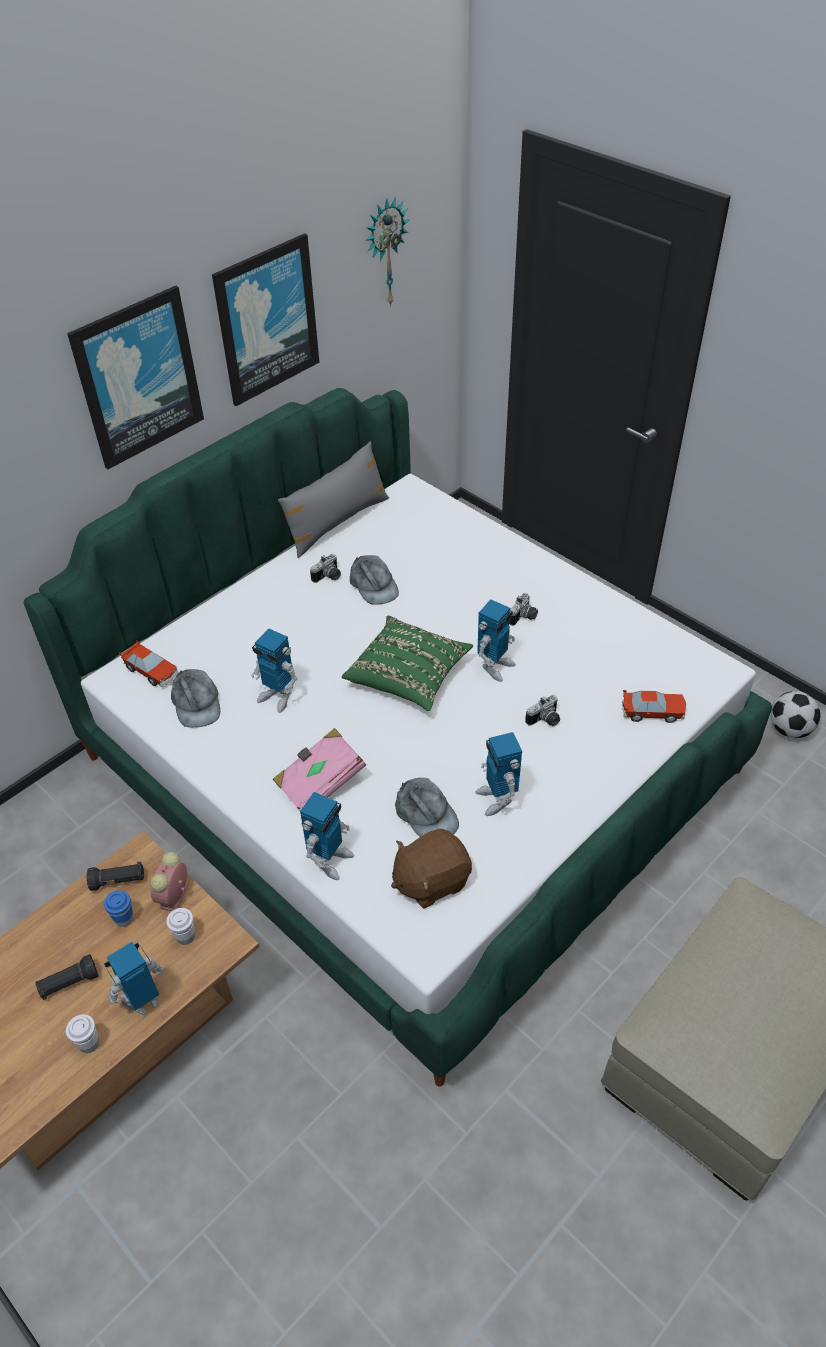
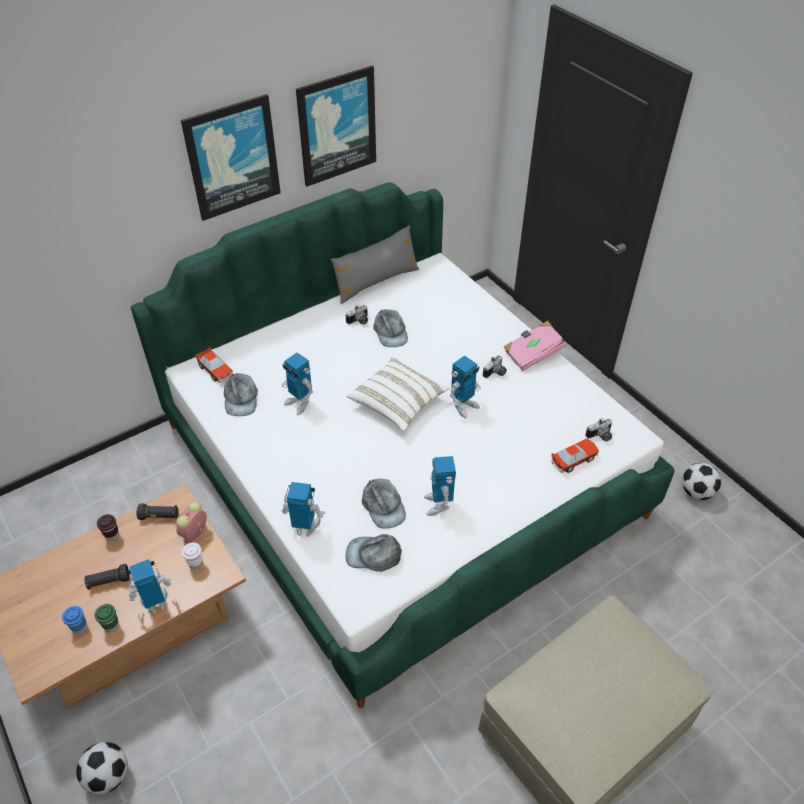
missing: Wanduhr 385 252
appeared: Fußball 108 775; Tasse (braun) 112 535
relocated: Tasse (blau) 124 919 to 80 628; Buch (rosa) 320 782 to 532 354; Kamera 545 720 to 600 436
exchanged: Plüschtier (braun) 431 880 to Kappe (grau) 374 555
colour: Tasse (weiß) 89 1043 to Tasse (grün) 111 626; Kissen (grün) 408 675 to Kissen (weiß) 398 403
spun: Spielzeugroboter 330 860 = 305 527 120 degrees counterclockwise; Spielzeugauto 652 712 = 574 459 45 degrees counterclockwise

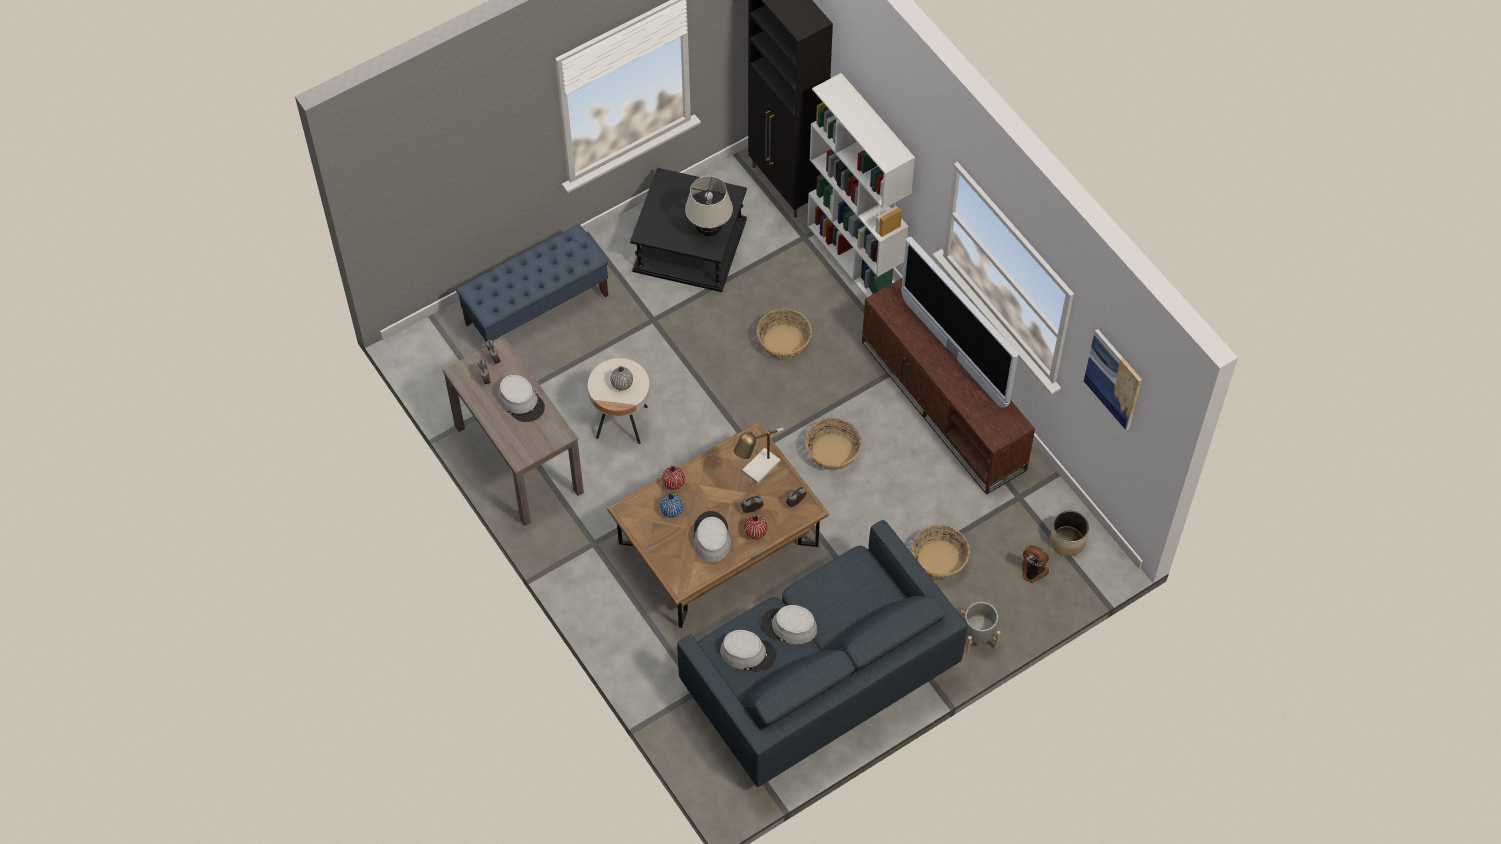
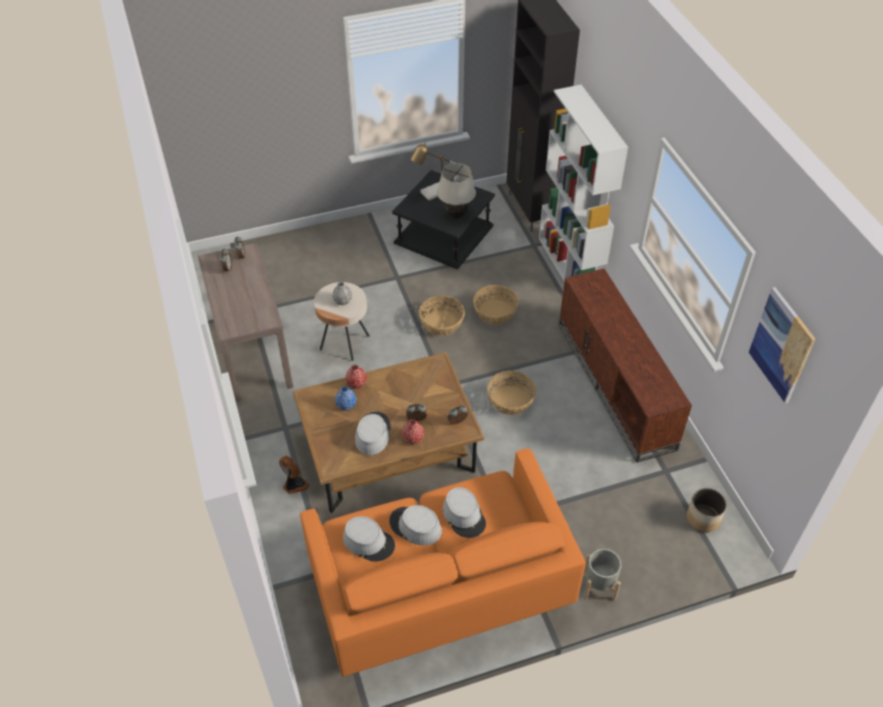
missing: Bank (blau) 537 309; Fernseher 954 352
relocated: Hut (grau) 521 401 to 464 516; Tischlampe 758 470 to 432 193; Korb 938 559 to 441 323; Ventilator 1032 572 to 294 485
colour: Sofa (blau) 818 677 to Sofa (orange) 439 586

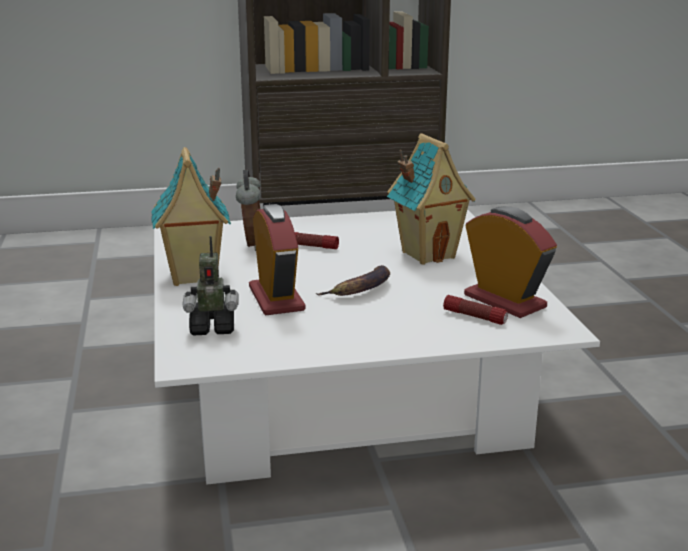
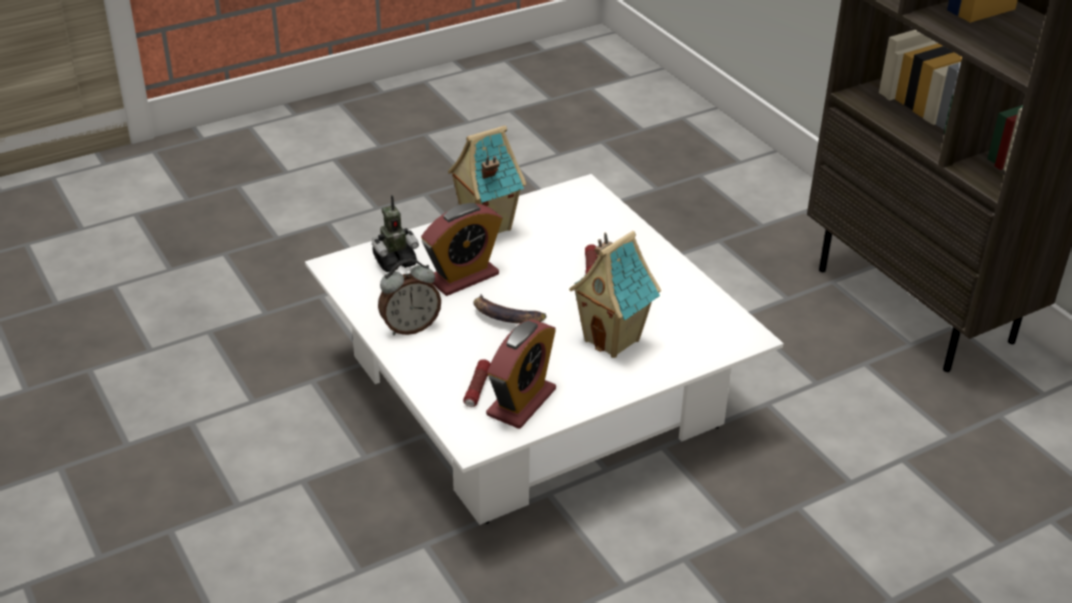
relocated: Wecker 251 244 to 410 327
spun: Spielzeugroboter 212 328 = 394 261 90 degrees counterclockwise

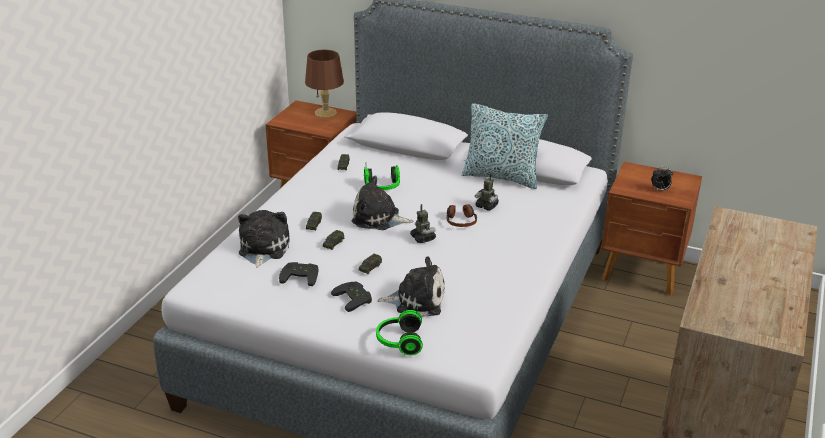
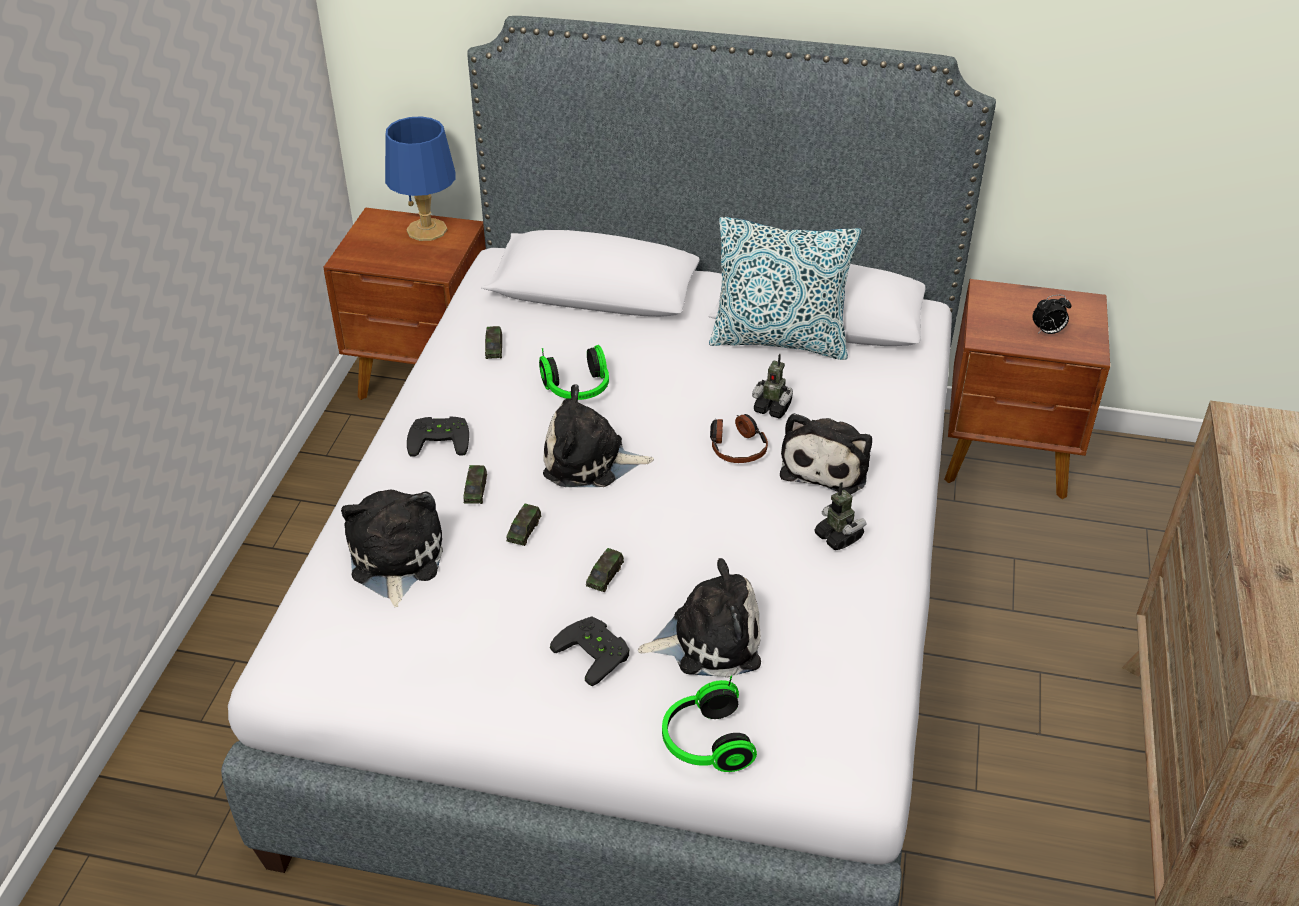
appeared: Plüschtier 827 464
relocated: Gamepad (schwarz) 301 275 to 440 438; Spielzeugroboter 423 238 to 838 537
colour: Tischlampe (braun) 326 113 to Tischlampe (blau) 428 230

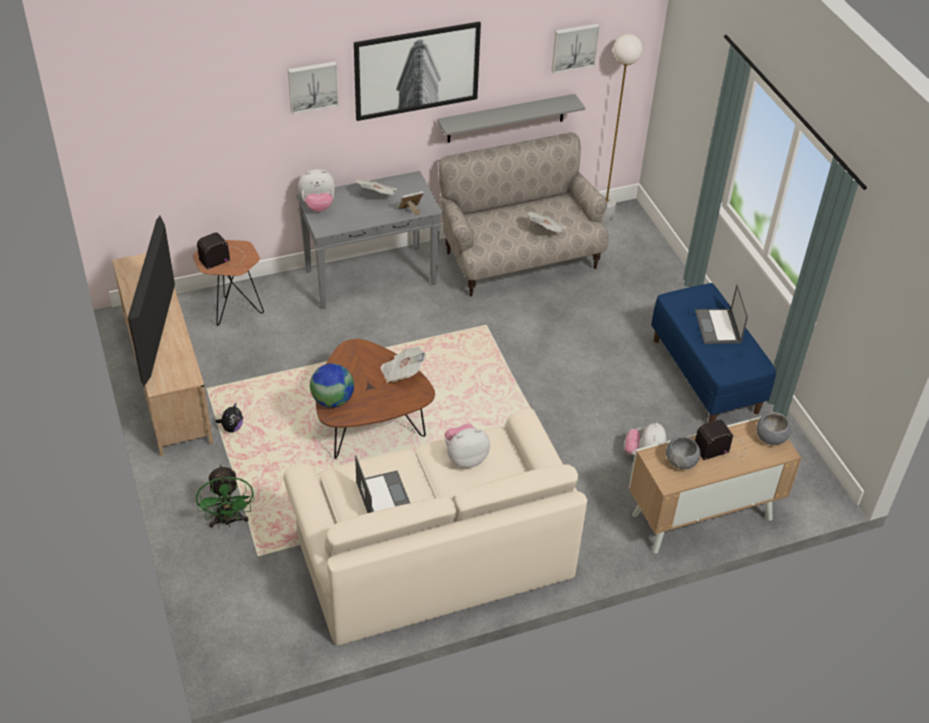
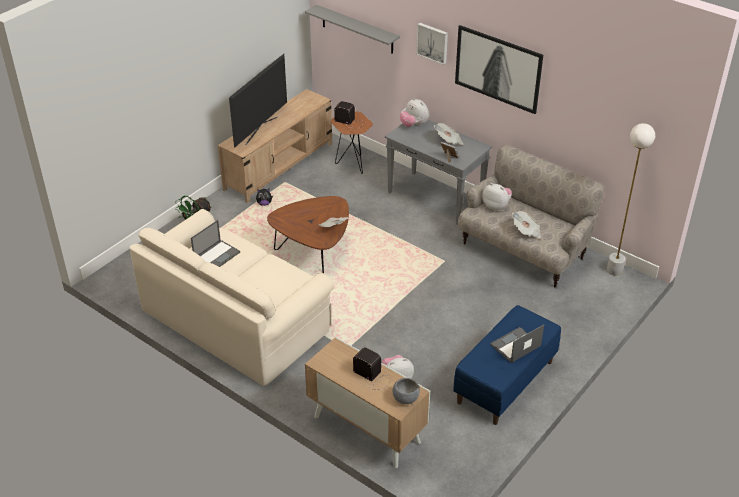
missing: Globus 332 400; Bild 574 47; Schüssel (grau) 681 461
relocated: Wandregal (grau) 506 118 to 357 29; Plüschtier 465 458 to 496 206
spun: Fernseher 160 341 = 261 130 150 degrees clockwise

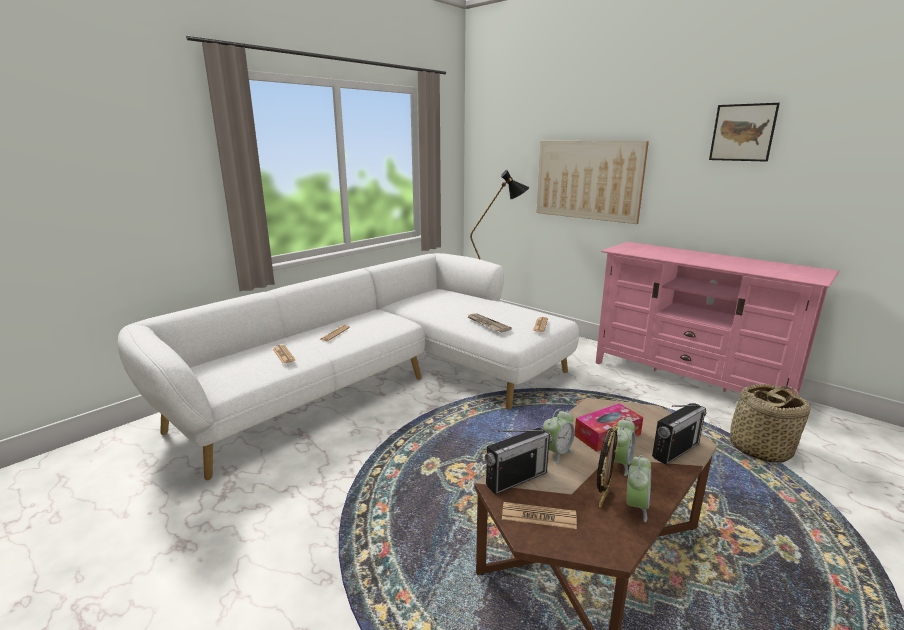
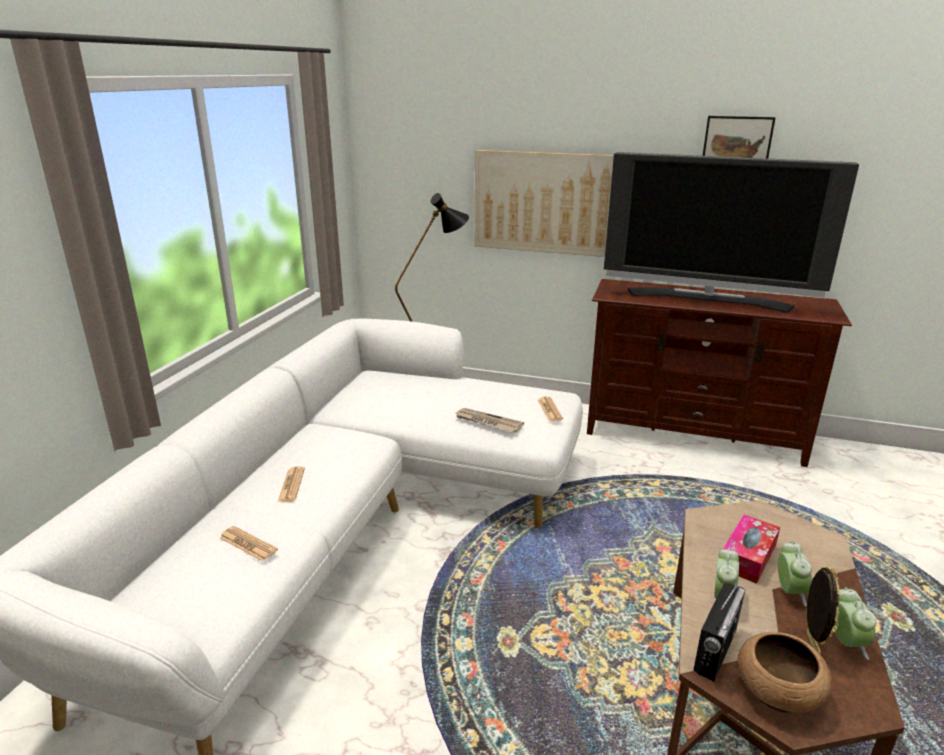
missing: Radio 675 450; Korb 759 448
appeared: Fernseher 708 299
exchanged: Zeitung 538 516 to Schüssel (braun) 777 693
colour: Fernsehschrank (rosa) 689 380 to Fernsehschrank (braun) 693 435

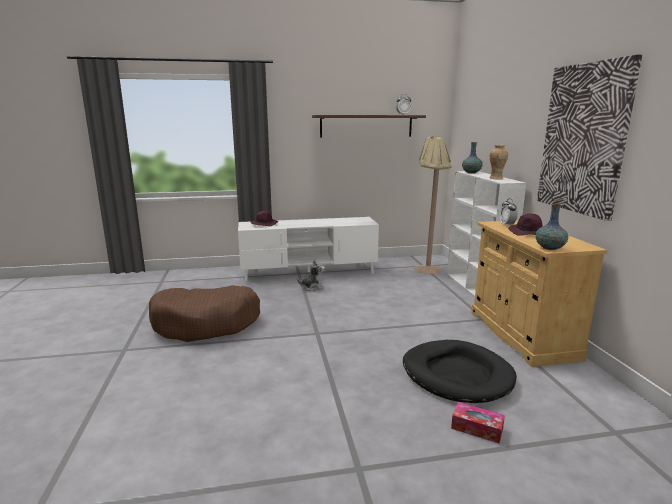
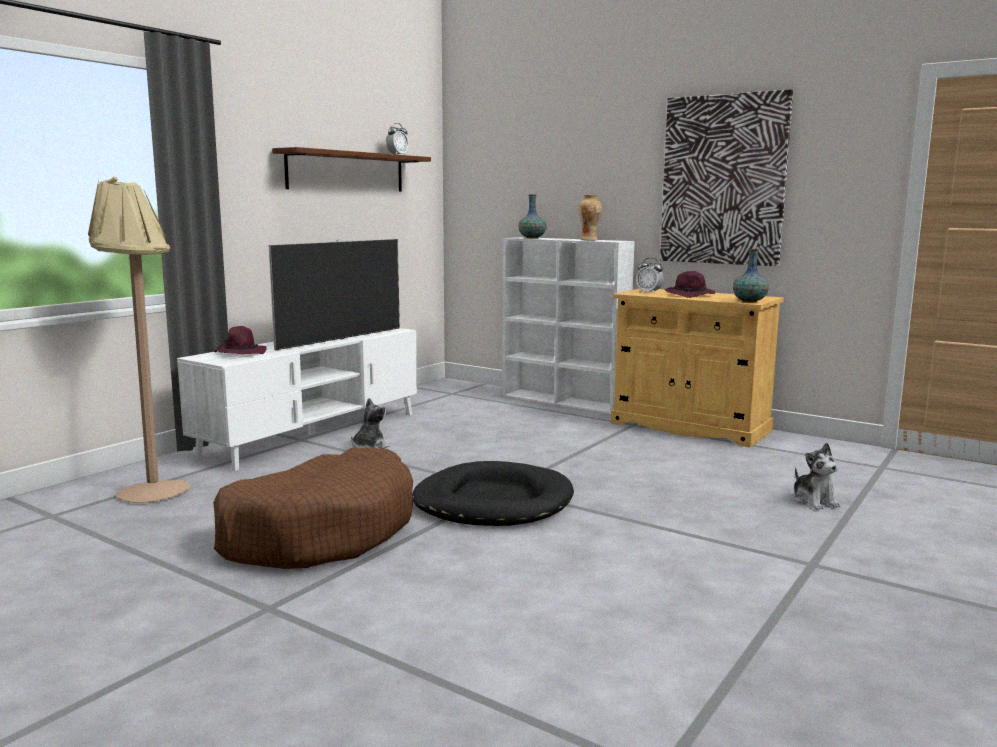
appeared: Fernseher 341 339
relocated: Hundebett (schwarz) 456 374 to 493 502; Stehlampe (beige) 429 267 to 153 487
exchanged: Taschentuchbox 477 428 to Plüschtier 814 501

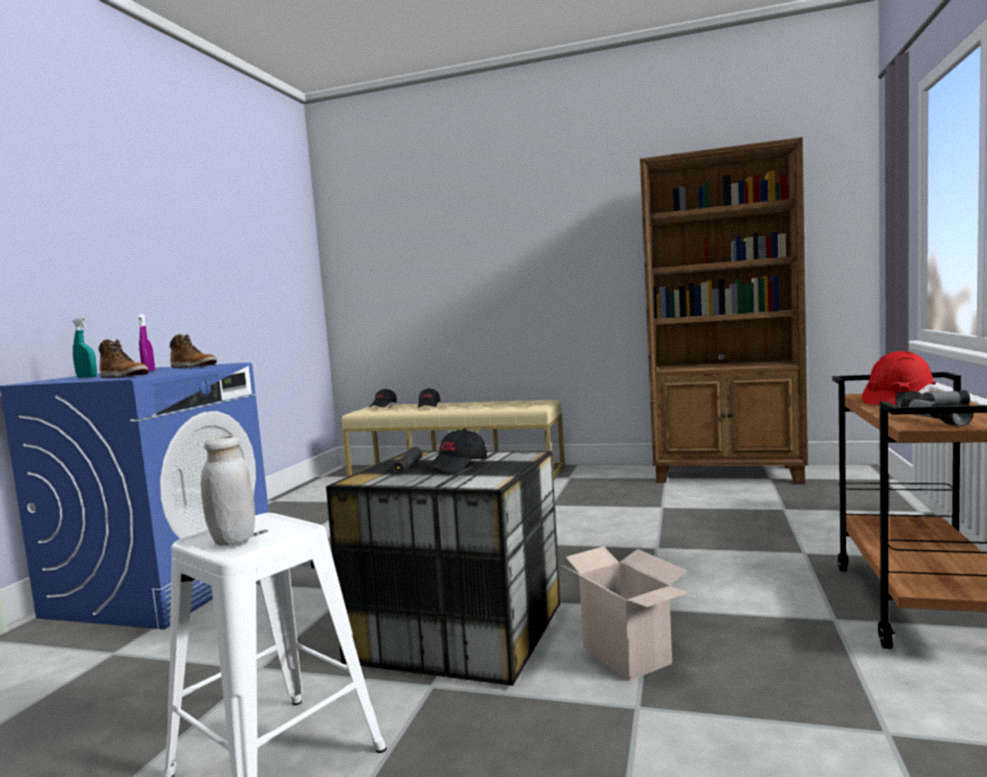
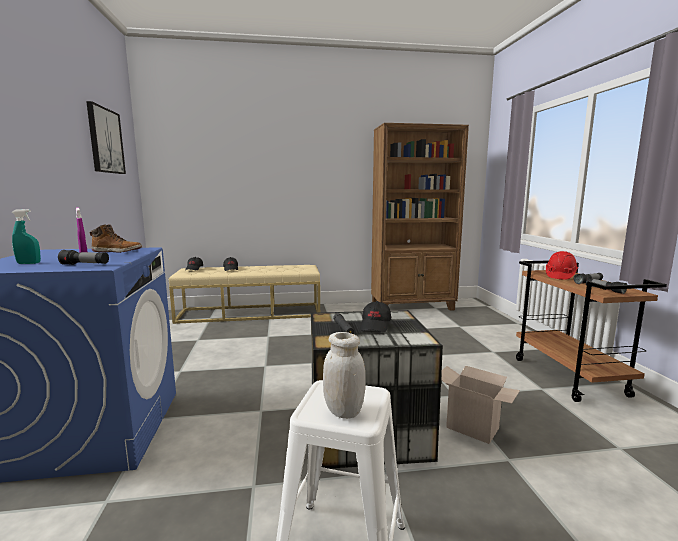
appeared: Bild 105 141
exchanged: Stiefel 125 376 to Taschenlampe 85 264

